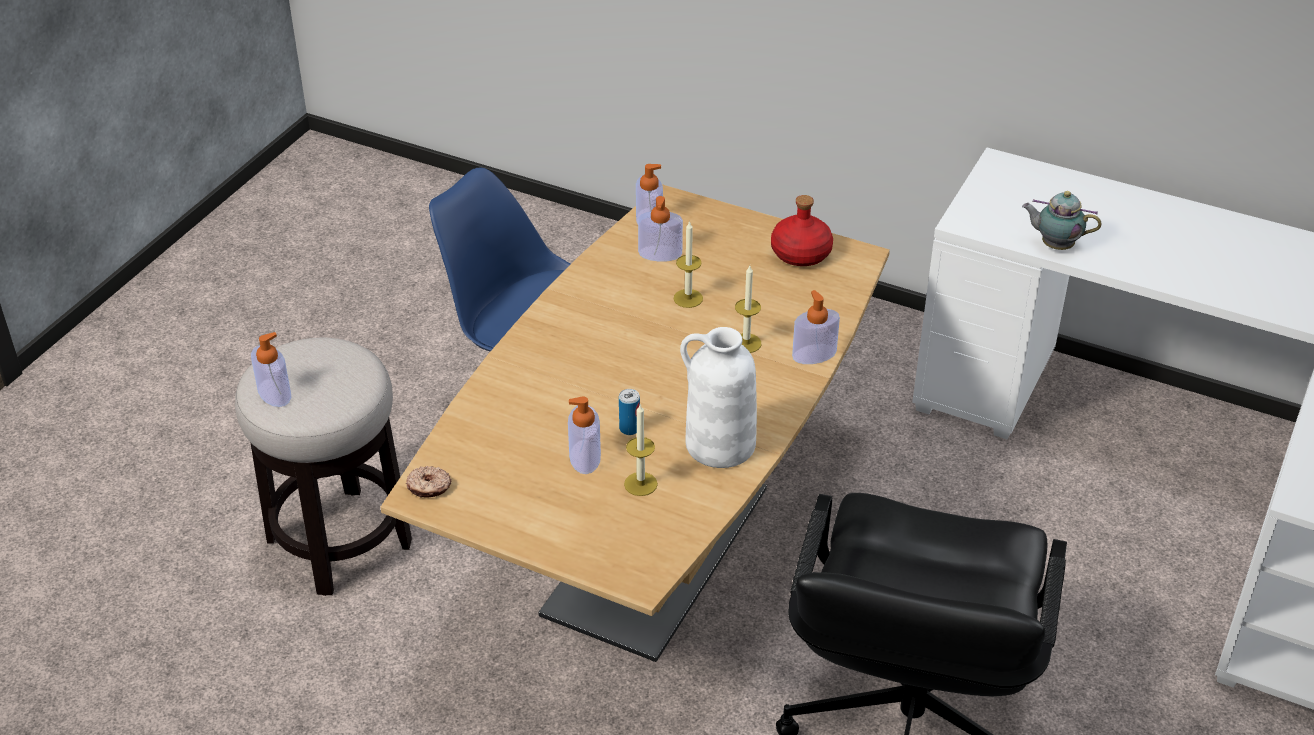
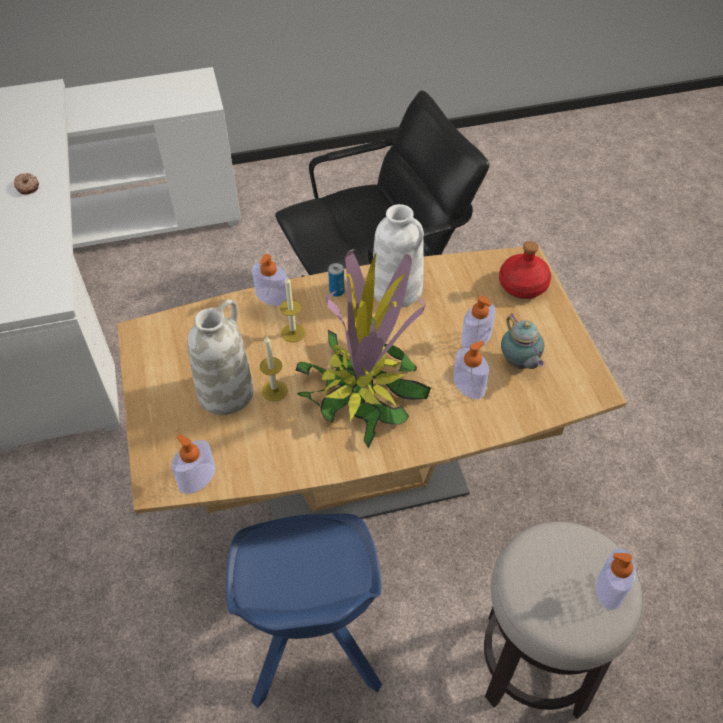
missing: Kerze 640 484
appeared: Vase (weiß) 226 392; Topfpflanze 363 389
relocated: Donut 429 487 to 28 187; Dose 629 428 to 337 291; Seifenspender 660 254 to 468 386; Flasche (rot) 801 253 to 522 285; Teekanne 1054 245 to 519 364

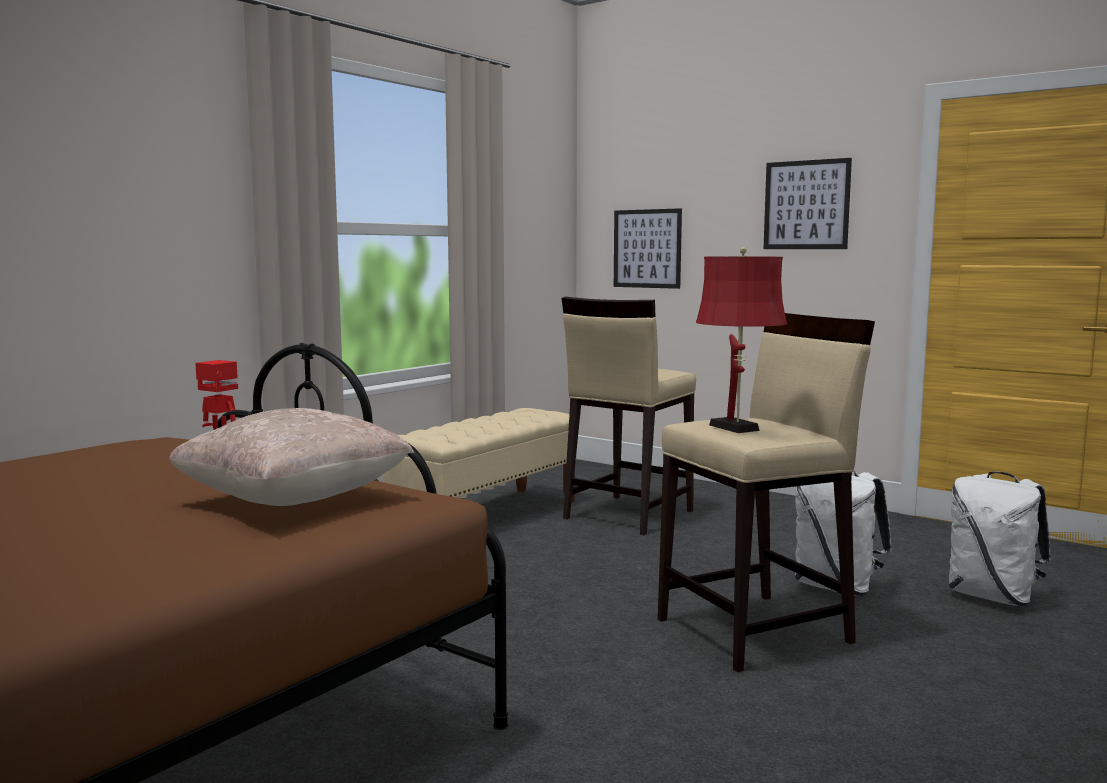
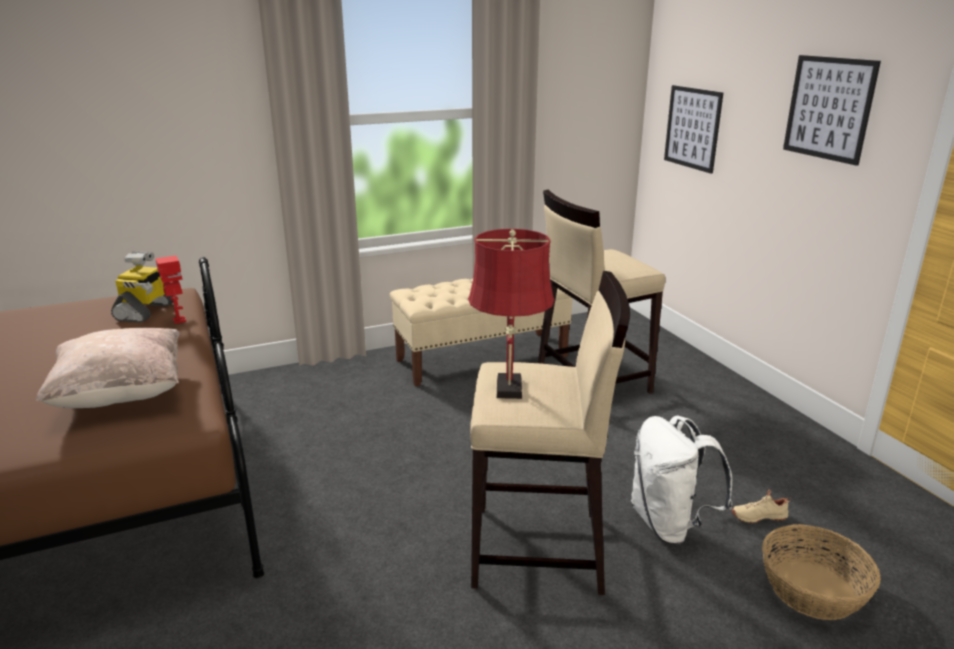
appeared: Spielzeugroboter 146 311; Schuh (beige) 758 516
exchanged: Rucksack (weiß) 993 597 to Korb 813 590

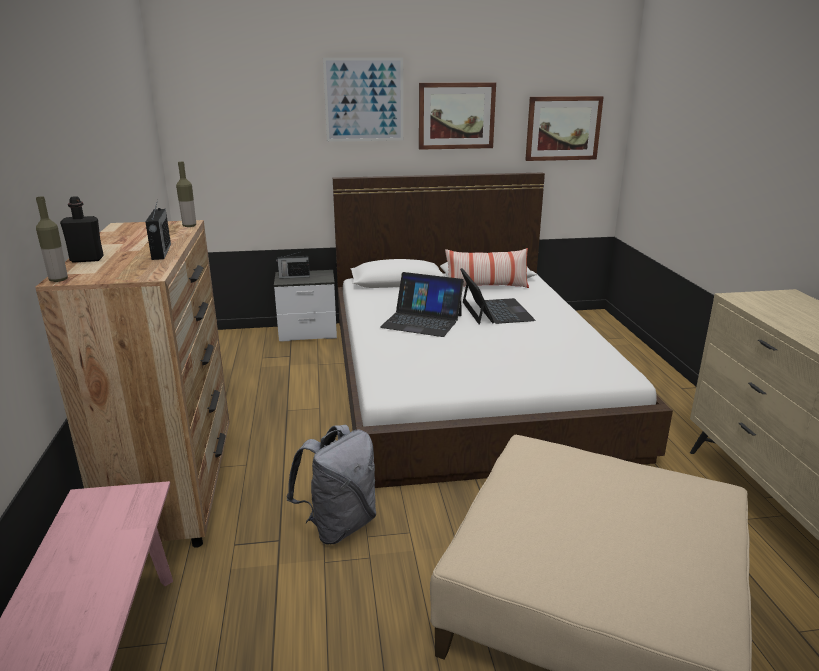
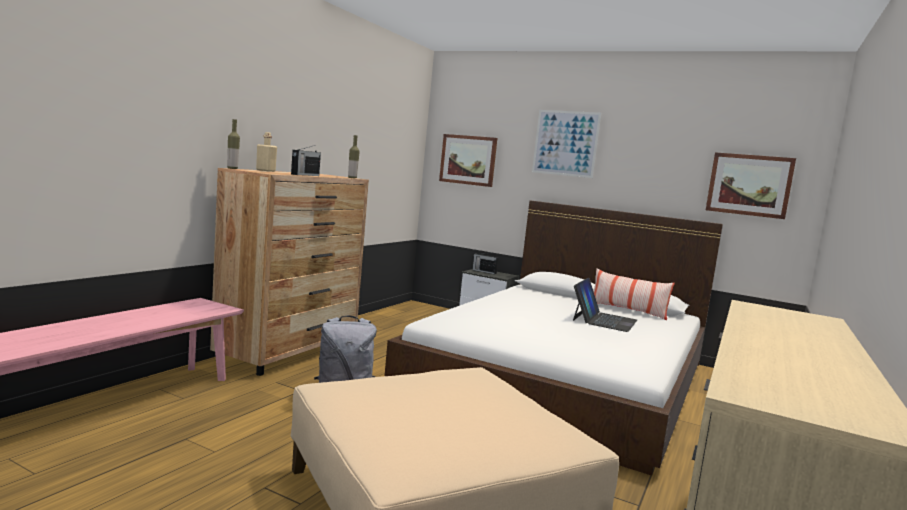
missing: Laptop 422 321
relocated: Bild 456 116 to 468 160
colour: Flasche (schwarz) 87 259 to Flasche (beige) 265 170

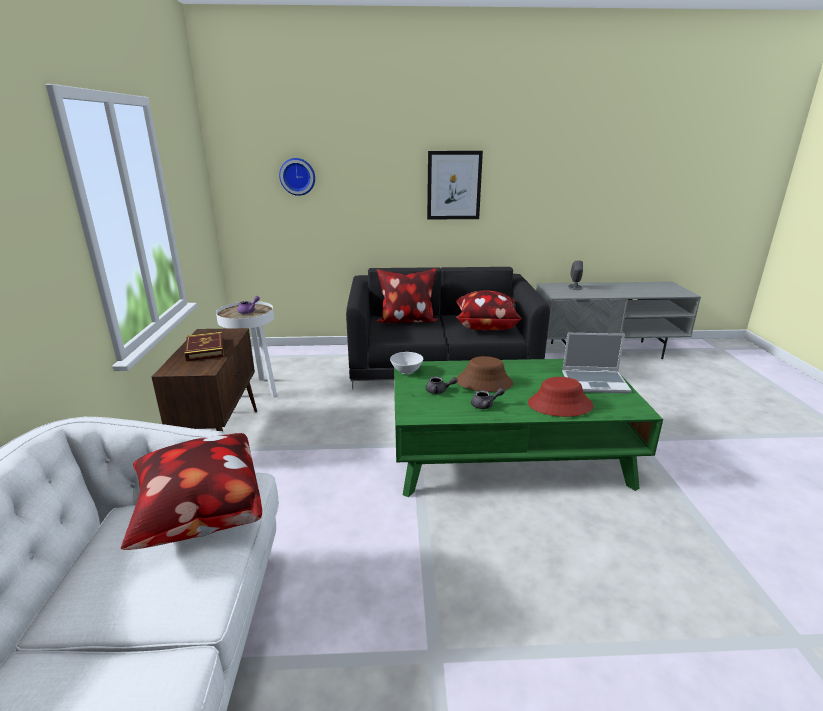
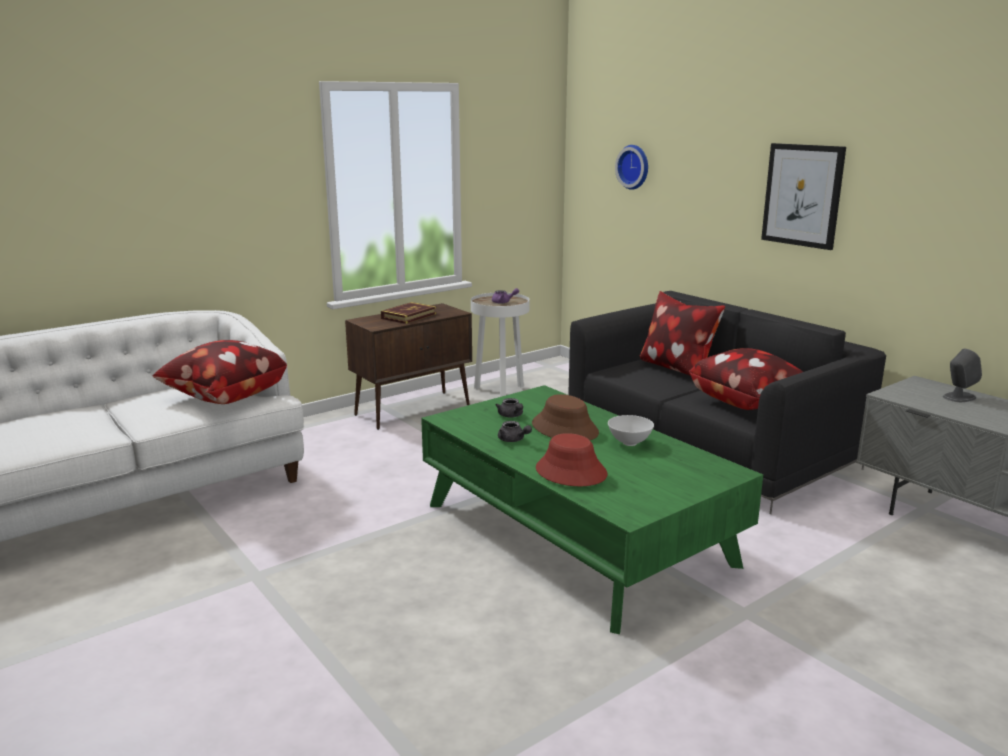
missing: Laptop 595 382
relocated: Schüssel (weiß) 406 372 to 629 443

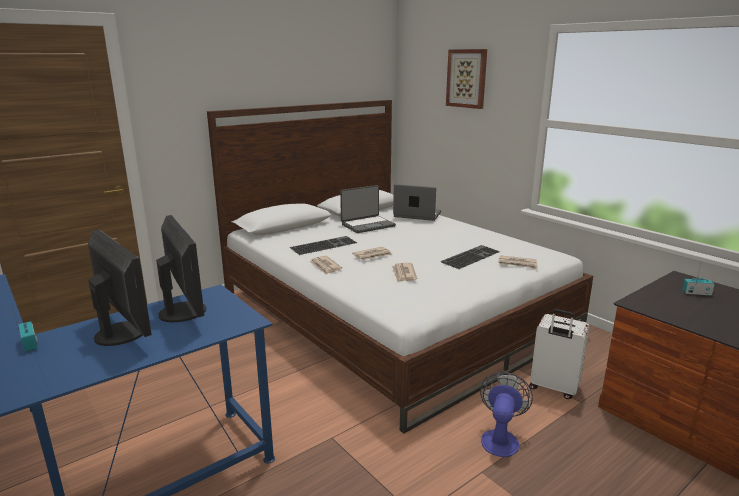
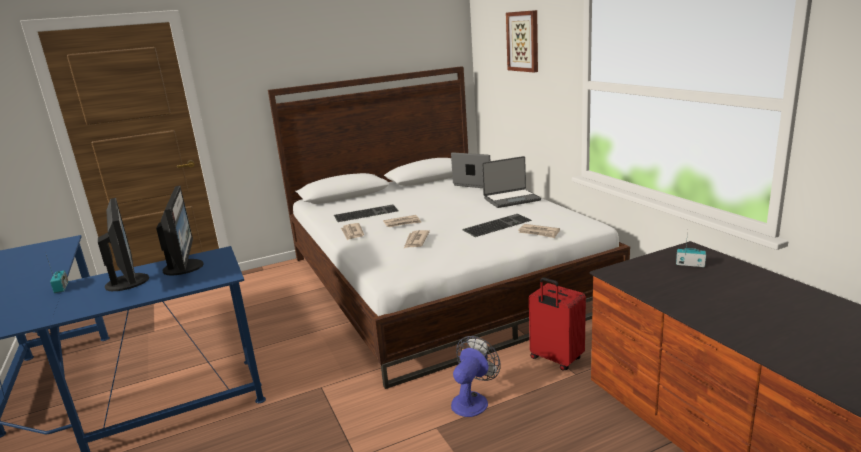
relocated: Laptop 367 225 to 511 199
colour: Koffer (weiß) 553 388 to Koffer (rot) 555 359

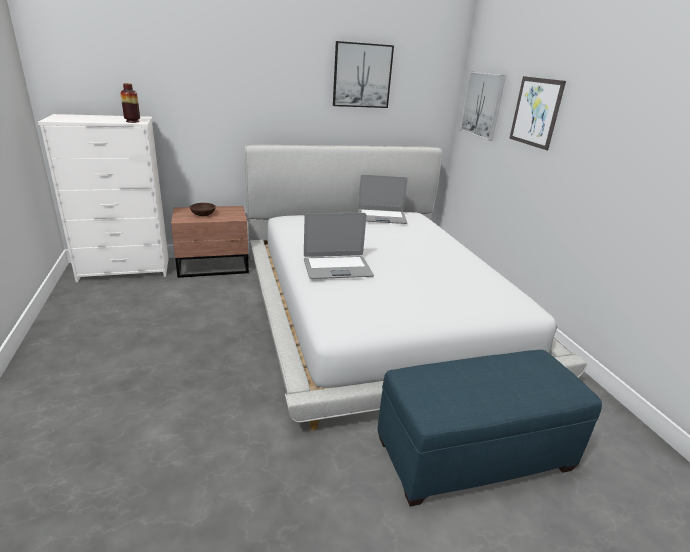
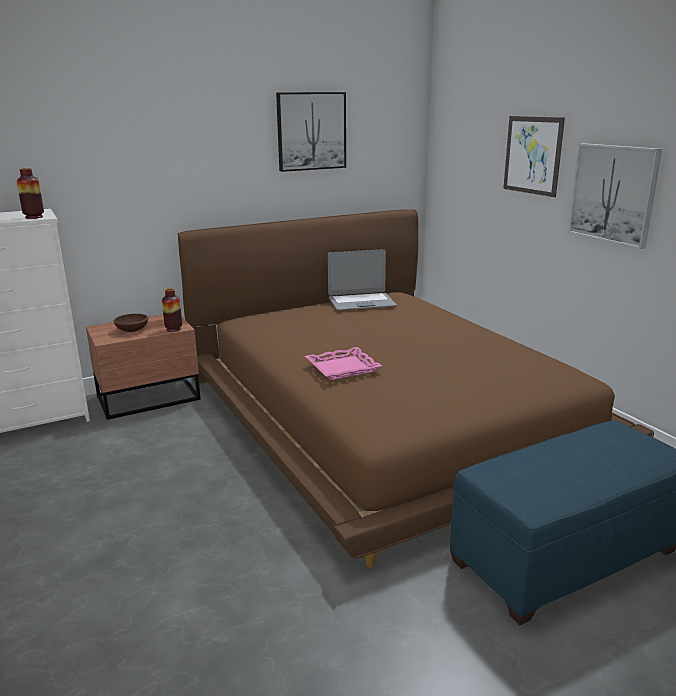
appeared: Vase 173 329
relocated: Bild 482 105 to 613 194
exchanged: Laptop 337 268 to Tablett (rosa) 342 368
colour: Bett (weiß) 377 309 to Bett (braun) 384 416

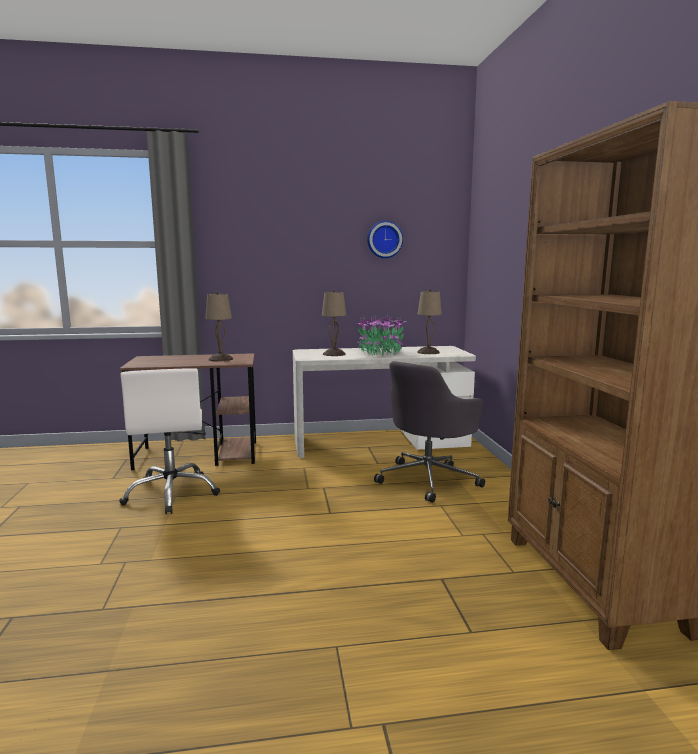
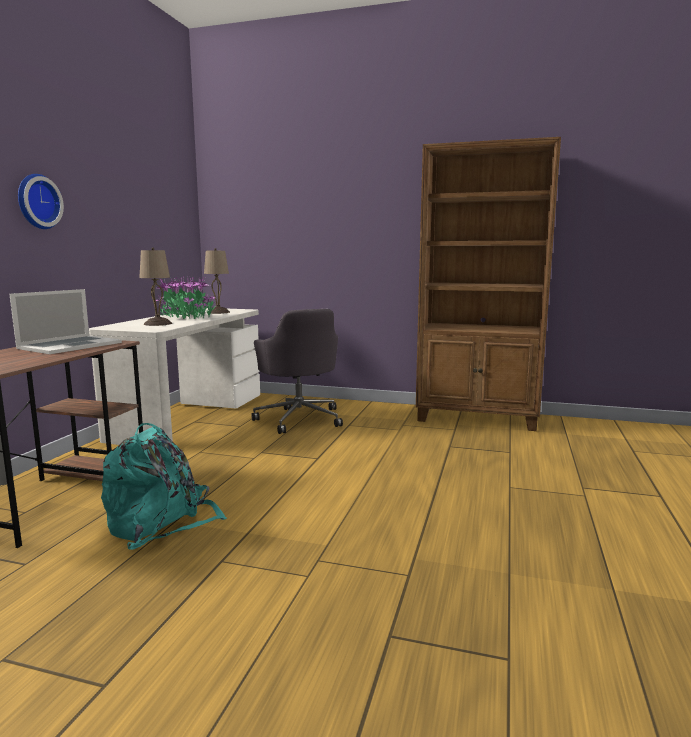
relocated: Wanduhr 384 239 to 36 202
exchanged: Bürostuhl (weiß) 172 493 to Rucksack (türkis) 161 523; Tischlampe (beige) 221 359 to Laptop 70 345

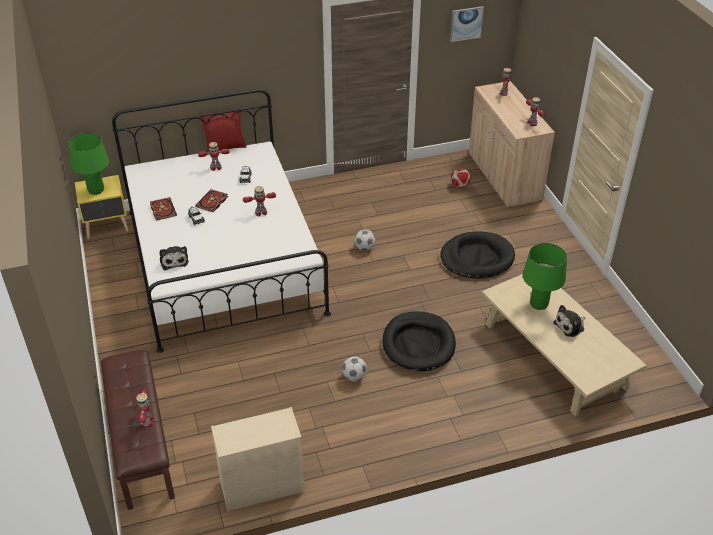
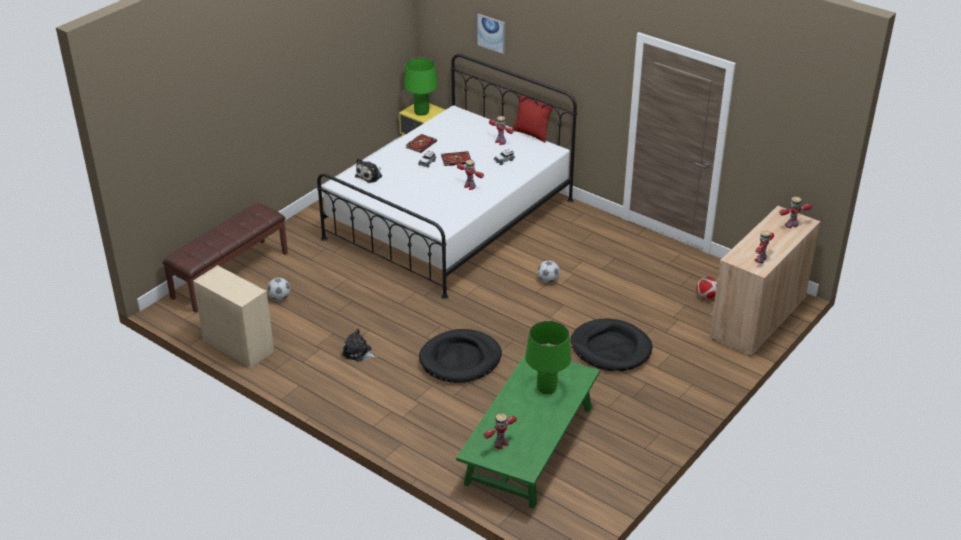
relocated: Spielzeugroboter 148 421 to 500 444; Fußball 354 377 to 279 298; Bild 466 23 to 491 33; Plüschtier 570 326 to 358 353
colour: Couchtisch (beige) 555 355 to Couchtisch (grün) 530 445

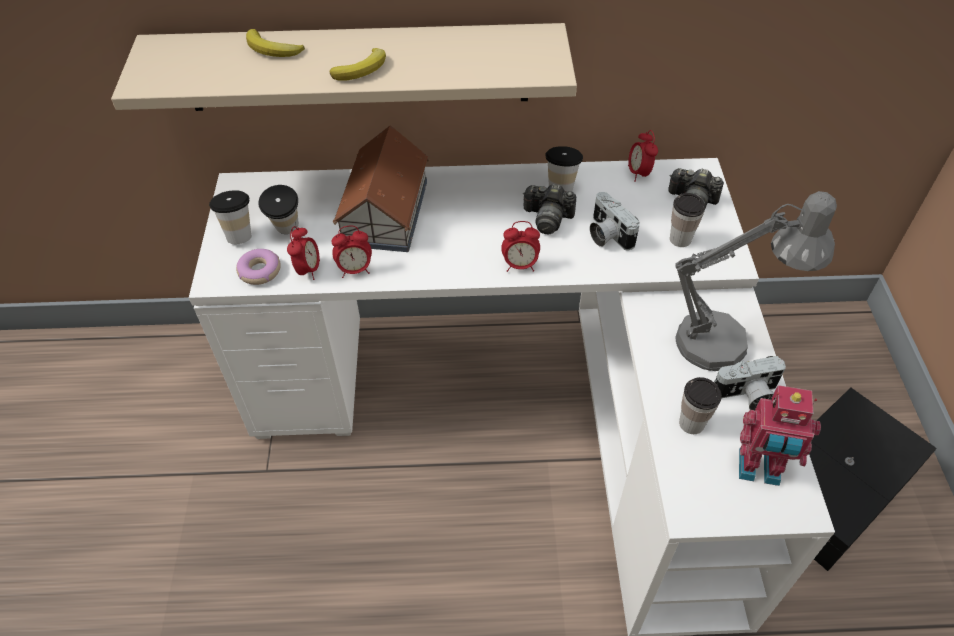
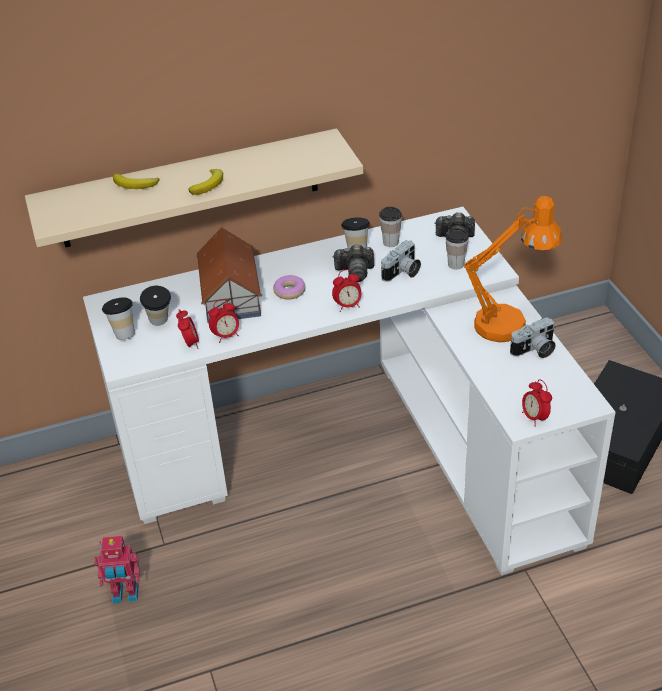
relocated: Donut 259 271 to 289 291; Wecker 639 173 to 534 417; Tasse 691 423 to 390 242; Spielzeugroboter 759 470 to 125 594
colour: Tischlampe (grau) 726 341 to Tischlampe (orange) 510 322
spun: Kamera 607 234 = 402 273 90 degrees counterclockwise

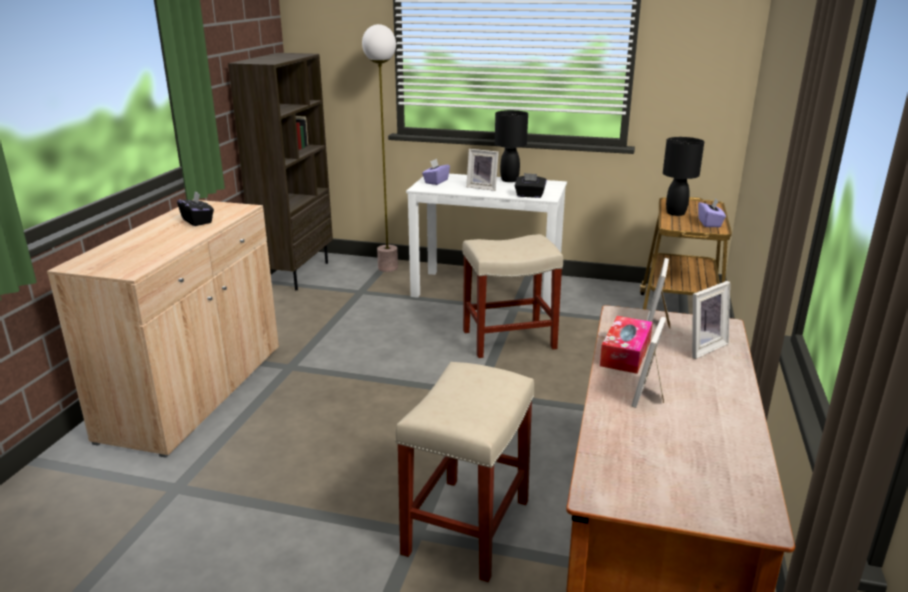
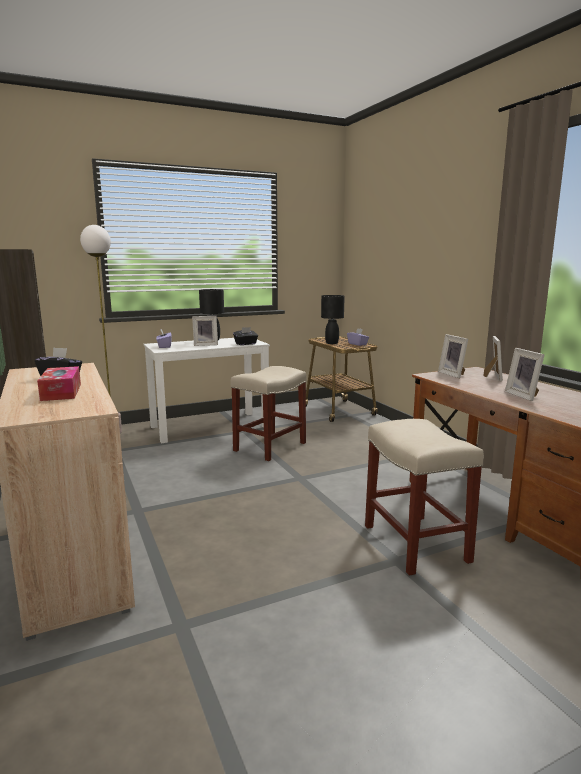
relocated: Taschentuchbox 625 354 to 61 392

